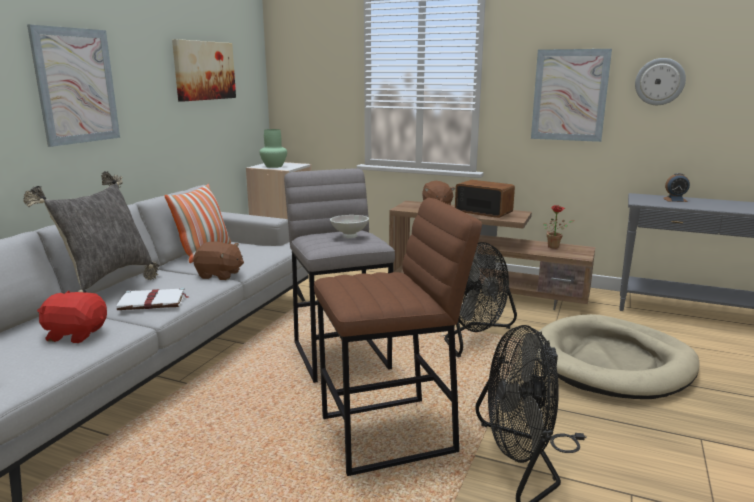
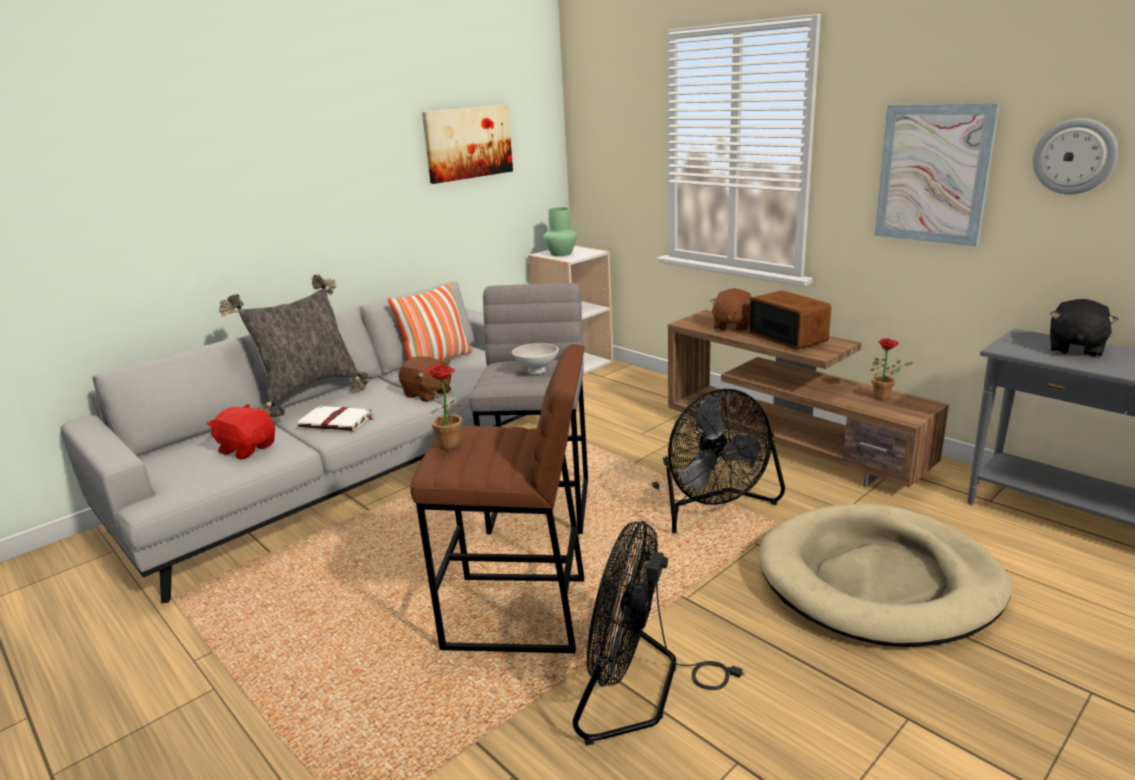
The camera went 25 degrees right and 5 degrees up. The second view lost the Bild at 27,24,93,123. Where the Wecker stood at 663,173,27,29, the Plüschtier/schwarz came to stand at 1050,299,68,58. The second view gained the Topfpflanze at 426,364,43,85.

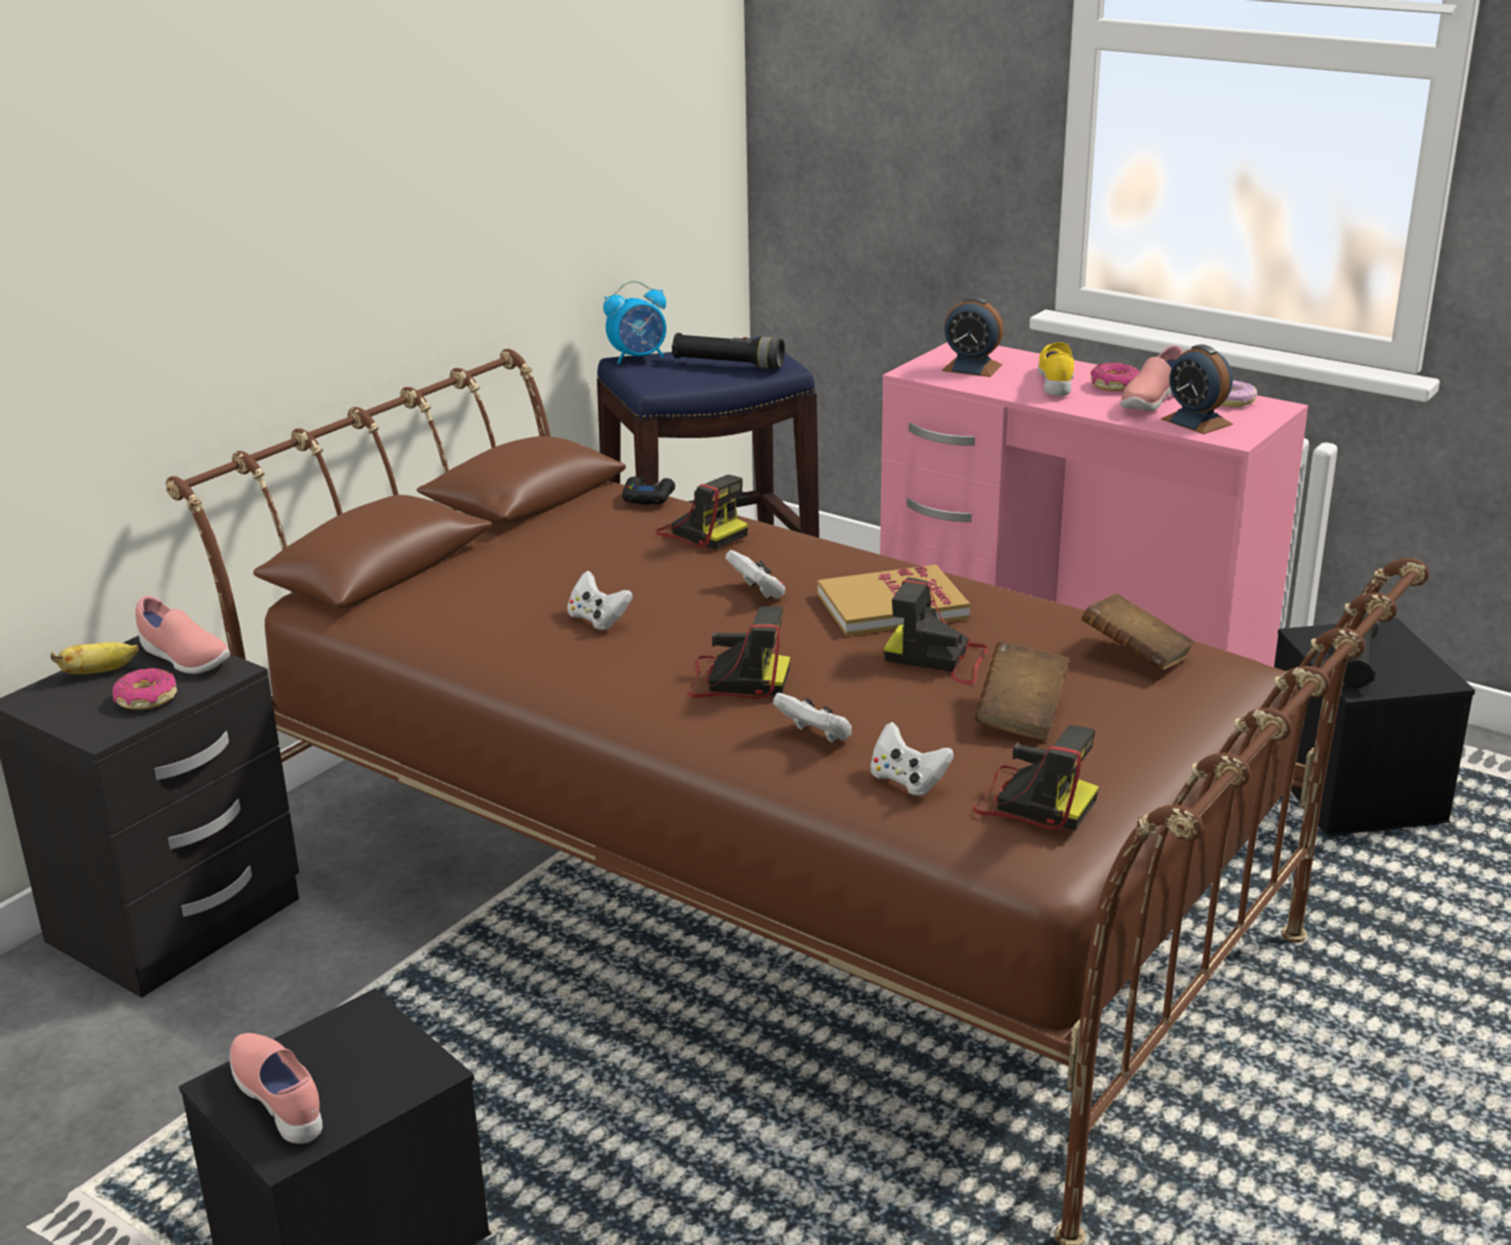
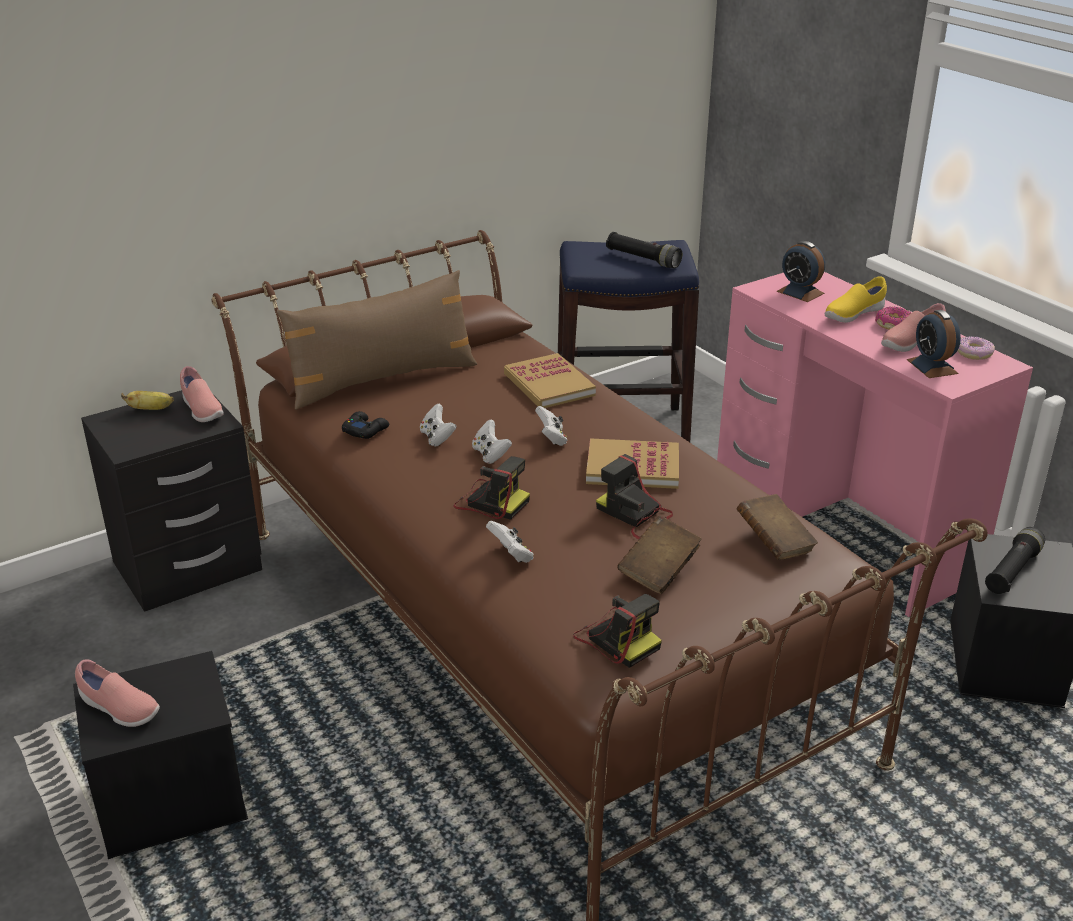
The camera went 20 degrees right and 5 degrees up. The second view lost the Wecker at 603,280,63,84. The Schuh/gelb at 1038,342,36,54 ended up facing another way, 150 degrees counterclockwise from before. Where the Kamera stood at 656,475,92,75, the Buch came to stand at 504,353,92,55. The Gamepad/schwarz ended up elsewhere, having gone from 622,477,53,28 to 342,411,47,28. The second view lost the Donut at 112,668,65,42. The Gamepad/weiß ended up elsewhere, having gone from 870,722,84,74 to 472,419,40,45. The Schuh/rosa at 230,1033,93,111 ended up facing another way, 135 degrees clockwise from before. The second view gained the Kissen/braun at 277,270,200,140.

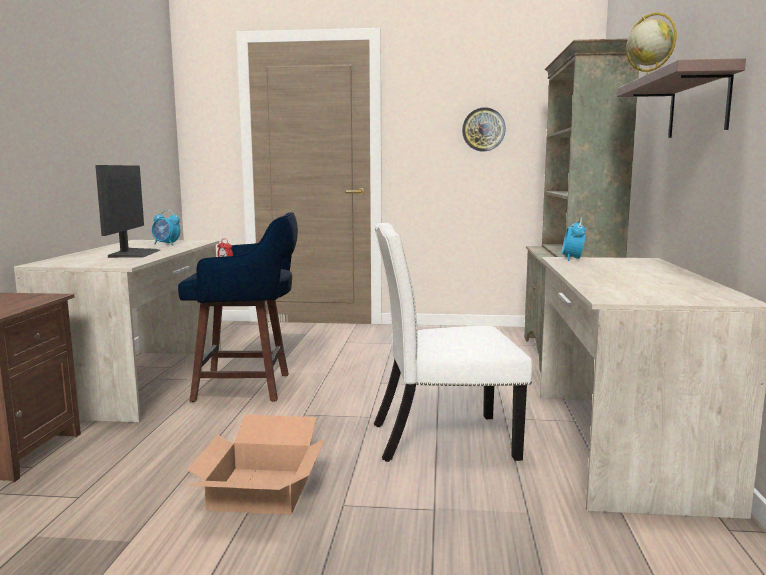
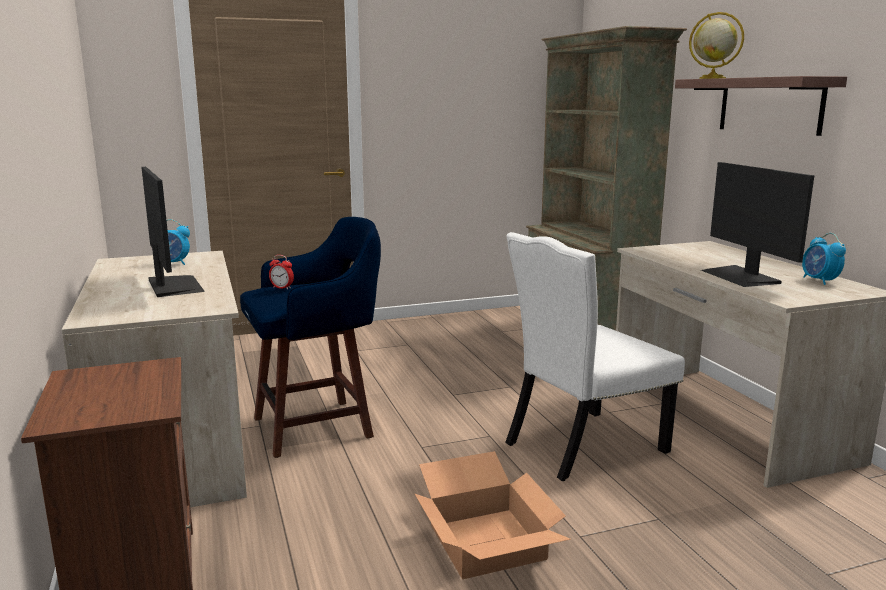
The camera went 25 degrees left and 5 degrees up. The second view lost the Wanduhr at 462,107,44,44. The Wecker ended up elsewhere, having gone from 562,217,24,44 to 802,233,44,52. The second view gained the Monitor at 701,162,113,125.

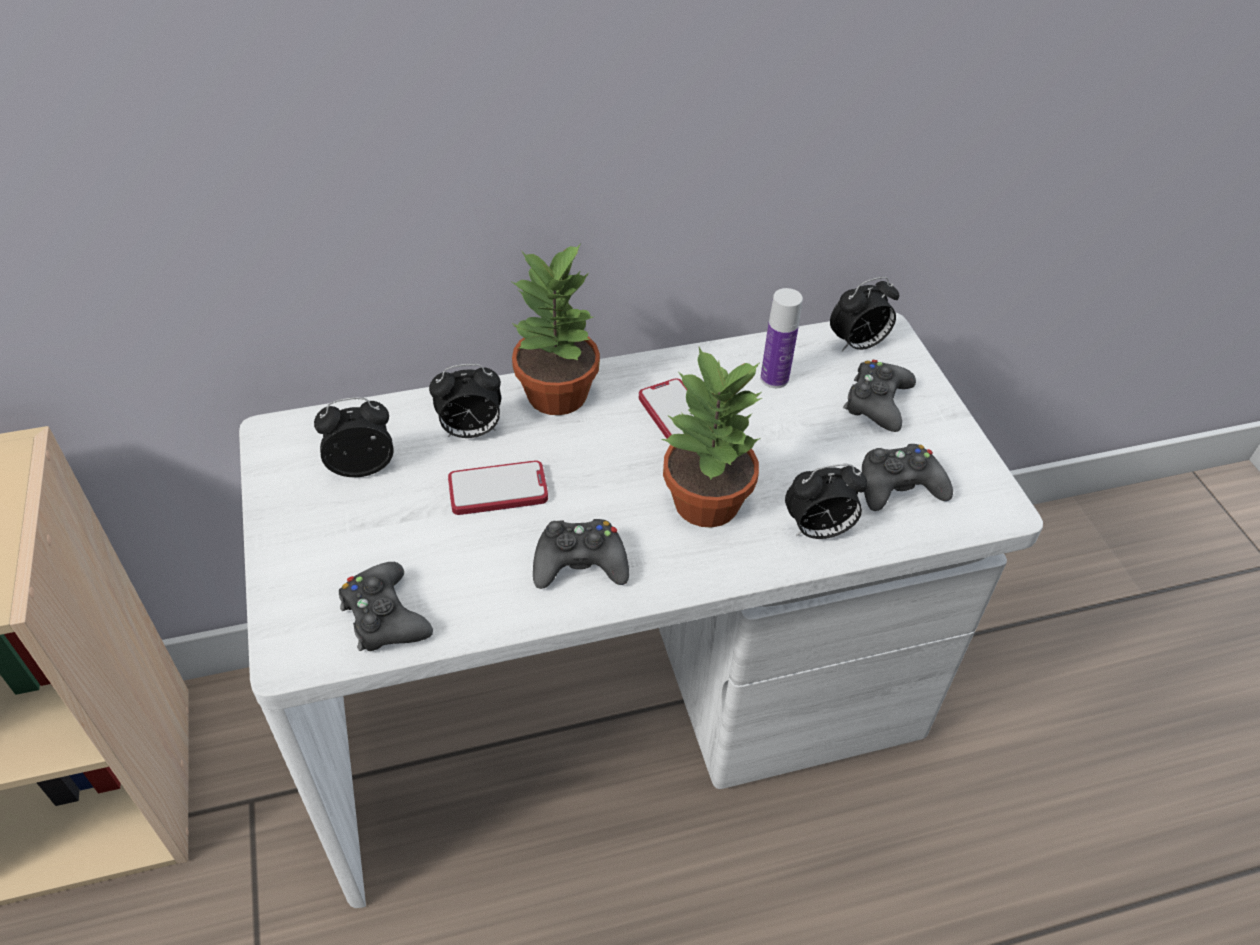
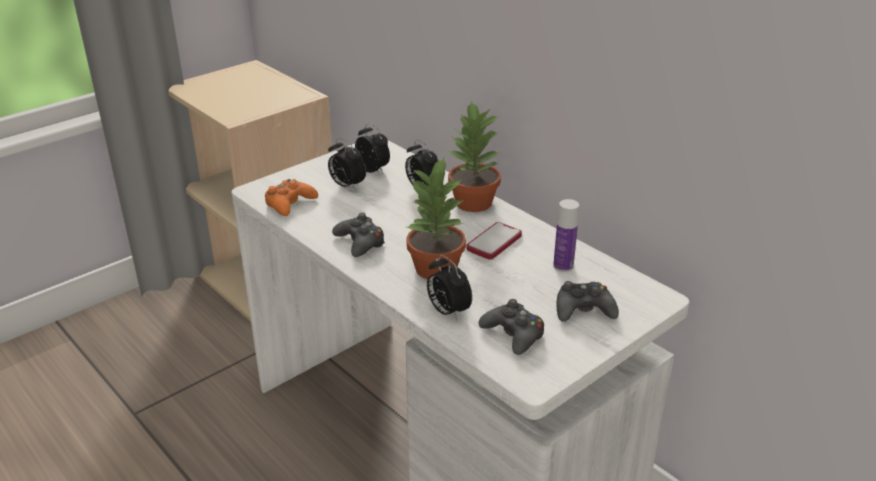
The camera went 65 degrees right and 15 degrees down. The Wecker ended up elsewhere, having gone from 830,277,69,75 to 328,138,38,53. The second view lost the Handy at 448,460,100,55. What was the Gamepad/schwarz at 339,562,94,89 turned into the Gamepad/orange at 265,179,53,37.

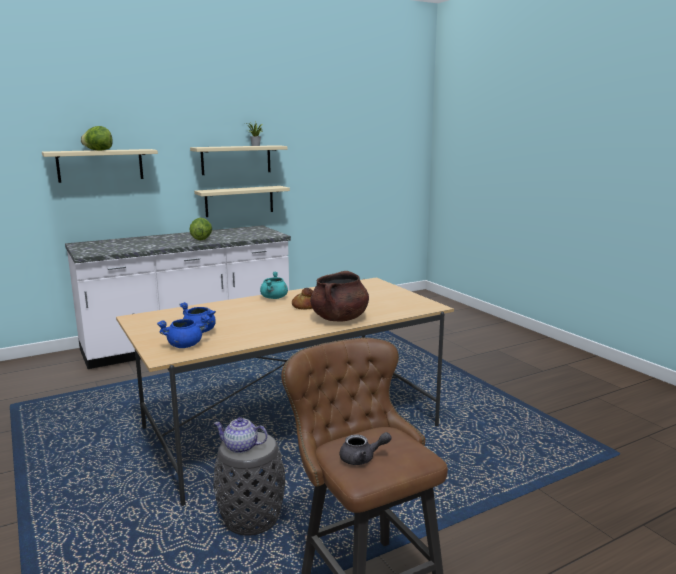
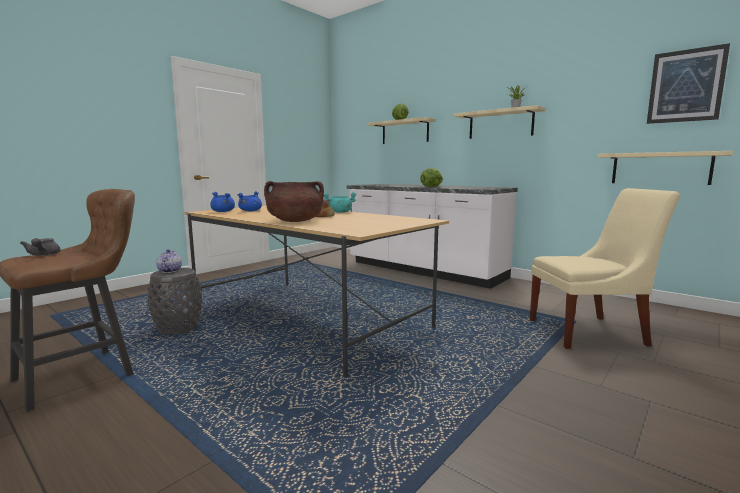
The camera went 70 degrees right and 5 degrees down. The Wandregal/beige ended up elsewhere, having gone from 194,186,96,31 to 597,151,136,34. The second view gained the Bild at 647,43,83,81. The second view gained the Stuhl/beige at 530,188,150,161.

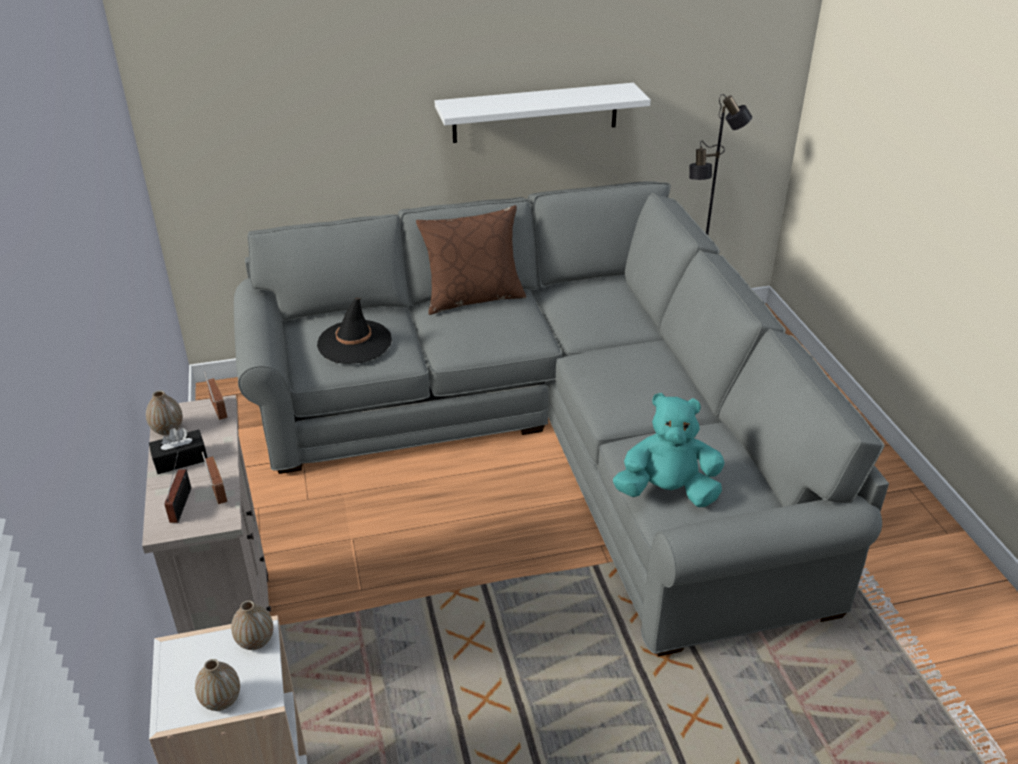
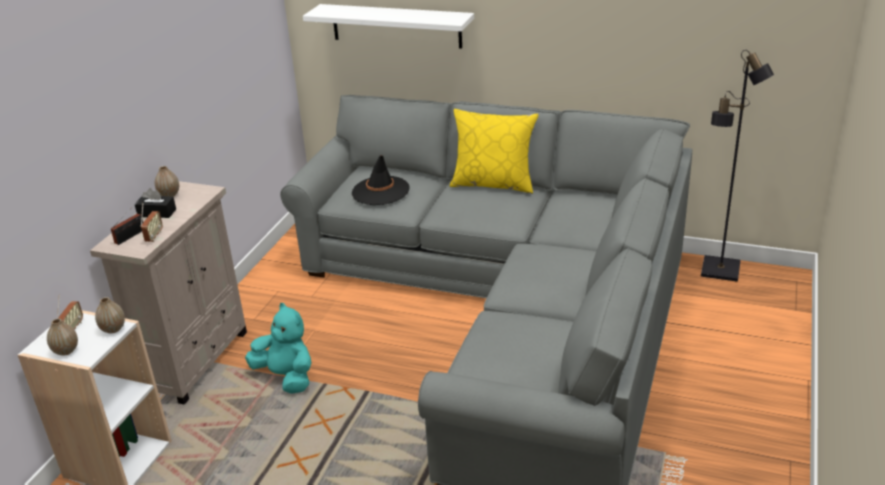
The camera went 35 degrees right and 5 degrees down. The Wandregal/weiß ended up elsewhere, having gone from 435,83,216,60 to 303,4,171,45. What was the Kissen/braun at 416,205,110,110 turned into the Kissen/gelb at 450,109,89,85. The Radio ended up elsewhere, having gone from 204,372,24,48 to 57,295,26,35. The Plüschtier/türkis ended up elsewhere, having gone from 613,393,111,114 to 245,303,67,91.

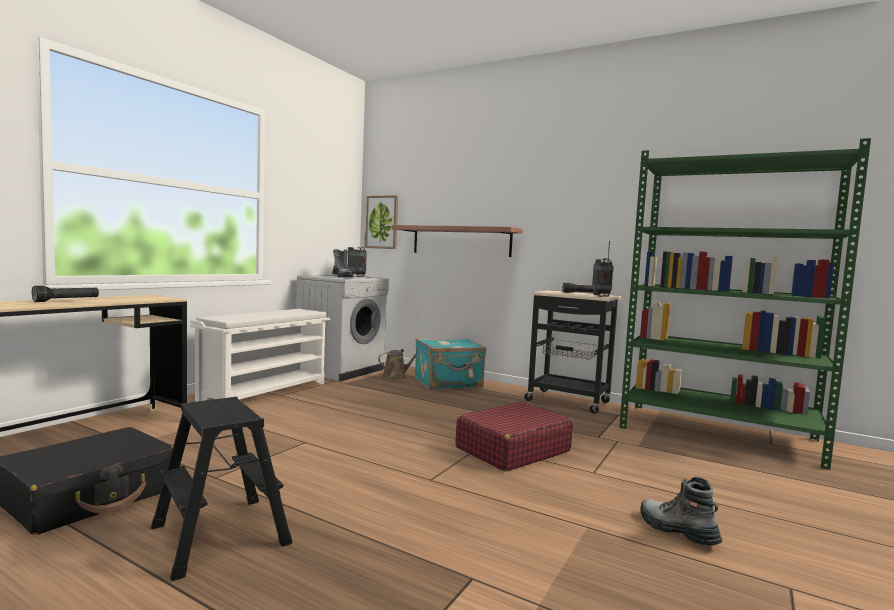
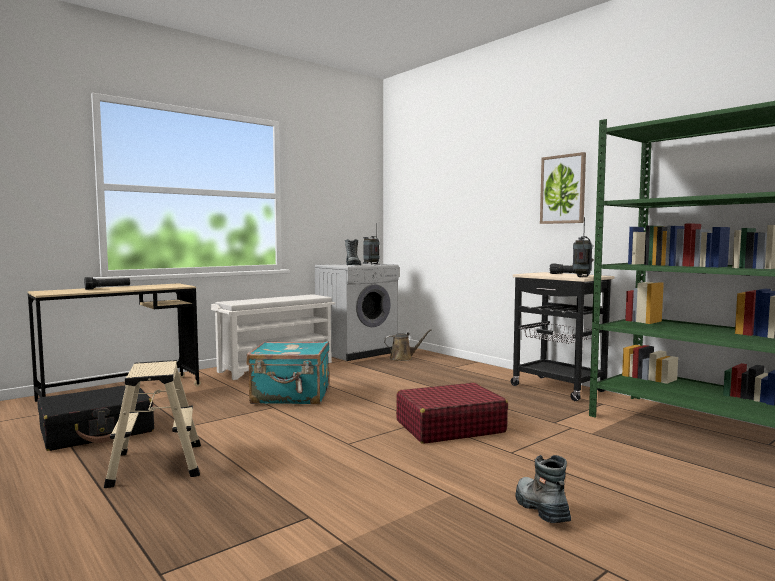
The camera went 20 degrees right and 0 degrees up. The Bild ended up elsewhere, having gone from 365,195,33,54 to 540,152,46,72. The second view lost the Wandregal at 392,225,131,32. The Koffer/türkis ended up elsewhere, having gone from 415,338,71,52 to 247,341,82,64. What was the Trittleiter/schwarz at 151,397,142,184 turned into the Trittleiter/beige at 104,360,97,128.

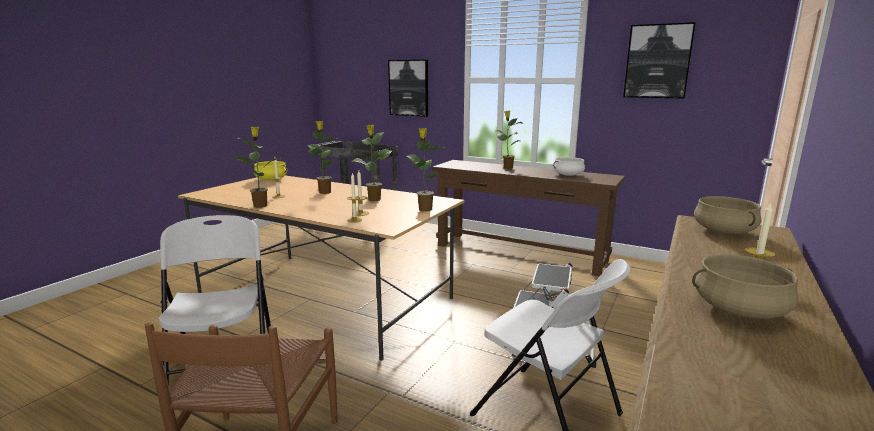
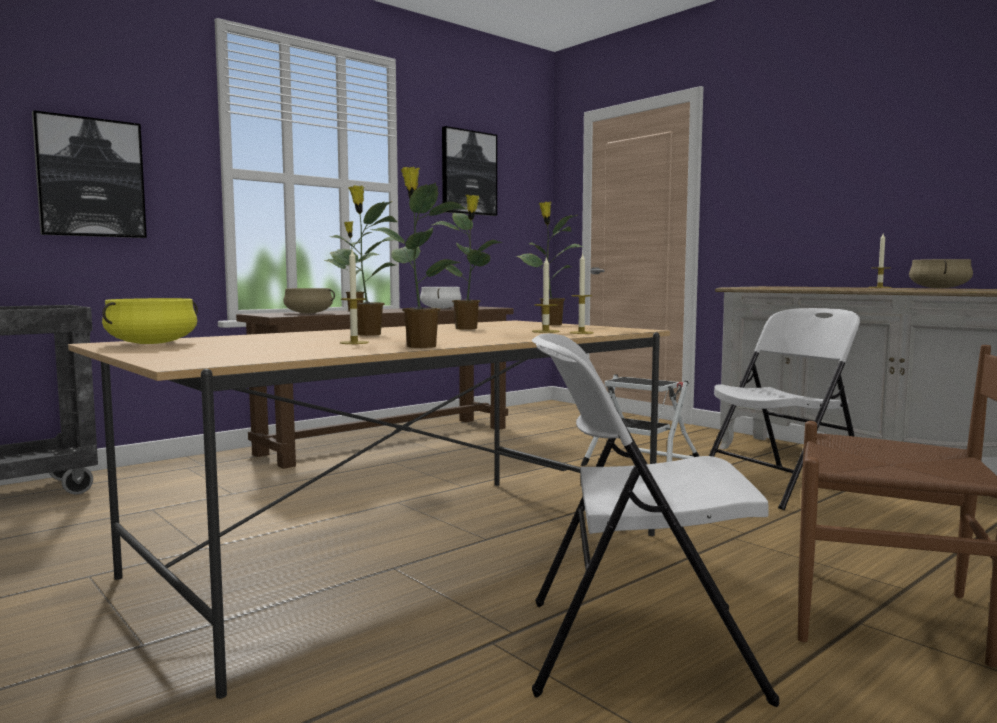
The camera went 70 degrees left and 10 degrees down. The Kochtopf/beige ended up elsewhere, having gone from 694,196,68,38 to 283,288,52,25.

